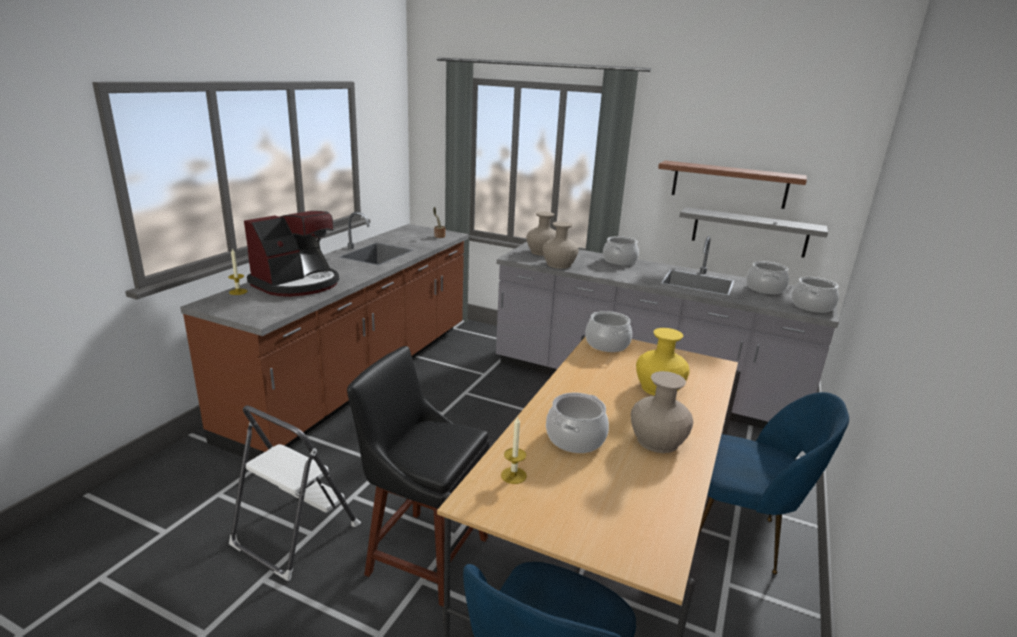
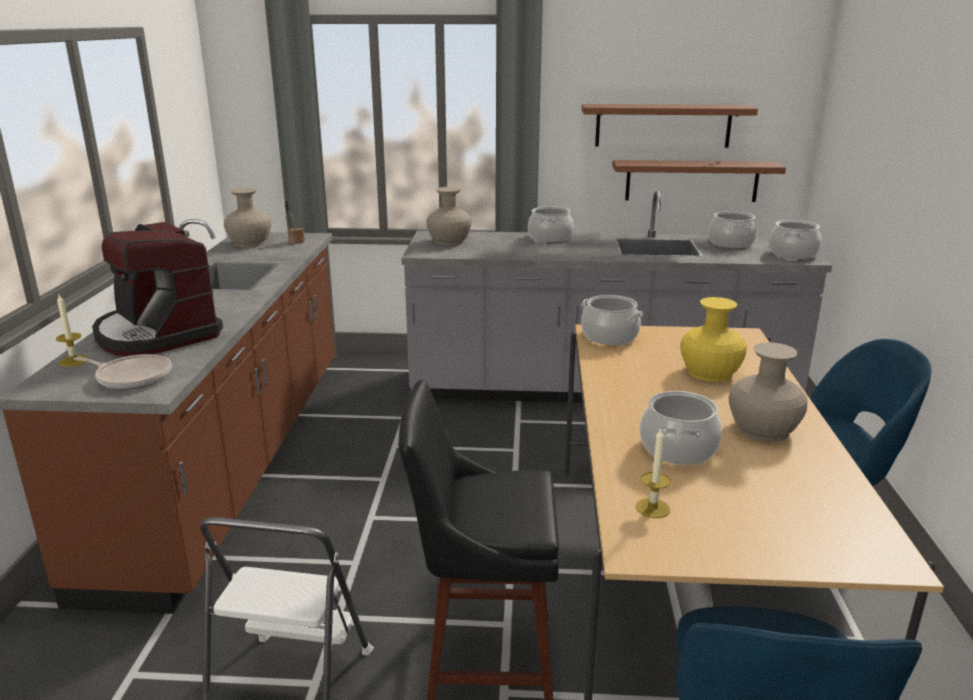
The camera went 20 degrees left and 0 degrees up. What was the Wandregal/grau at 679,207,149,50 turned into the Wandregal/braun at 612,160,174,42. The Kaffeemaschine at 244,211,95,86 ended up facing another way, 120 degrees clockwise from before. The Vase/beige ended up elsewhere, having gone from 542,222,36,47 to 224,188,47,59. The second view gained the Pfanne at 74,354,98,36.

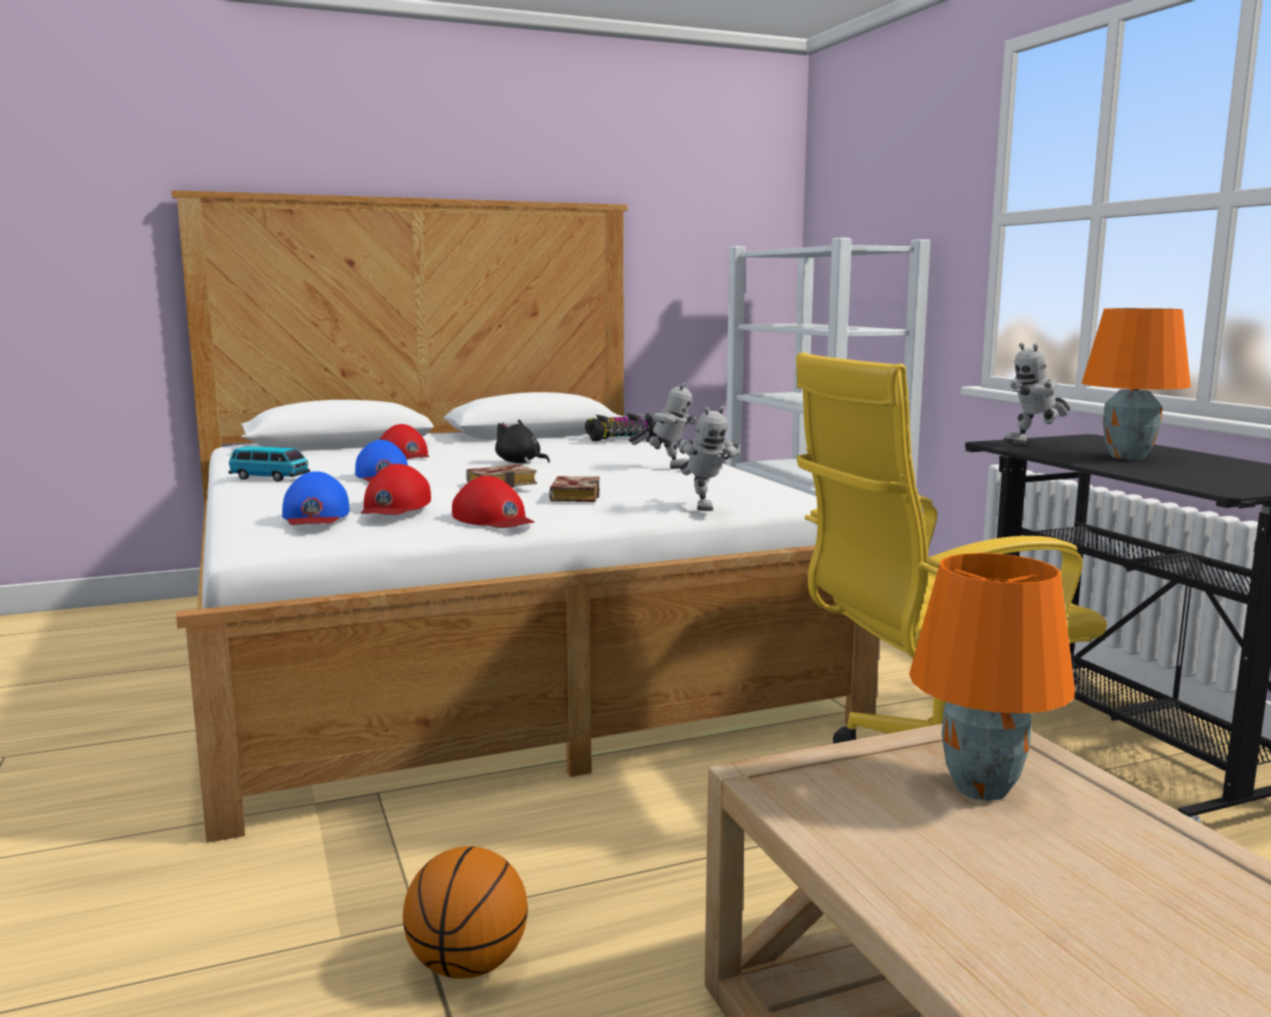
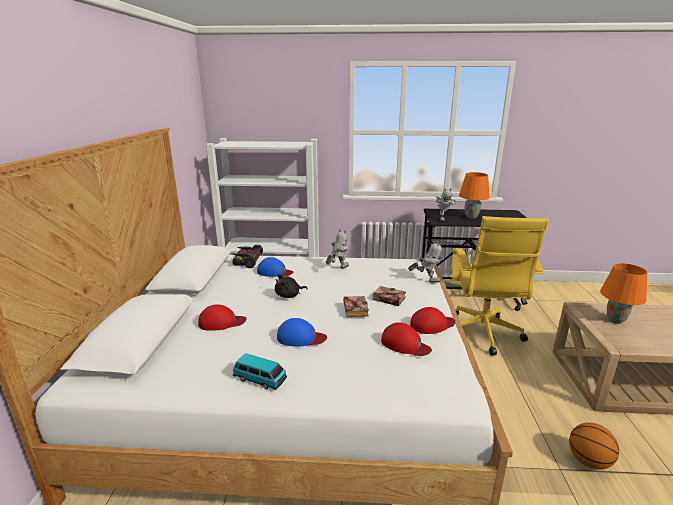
The camera went 65 degrees left and 10 degrees up. The Spielzeugauto at 228,446,82,36 ended up facing another way, 75 degrees clockwise from before. The Kappe/blau ended up elsewhere, having gone from 282,471,68,54 to 257,257,36,20.

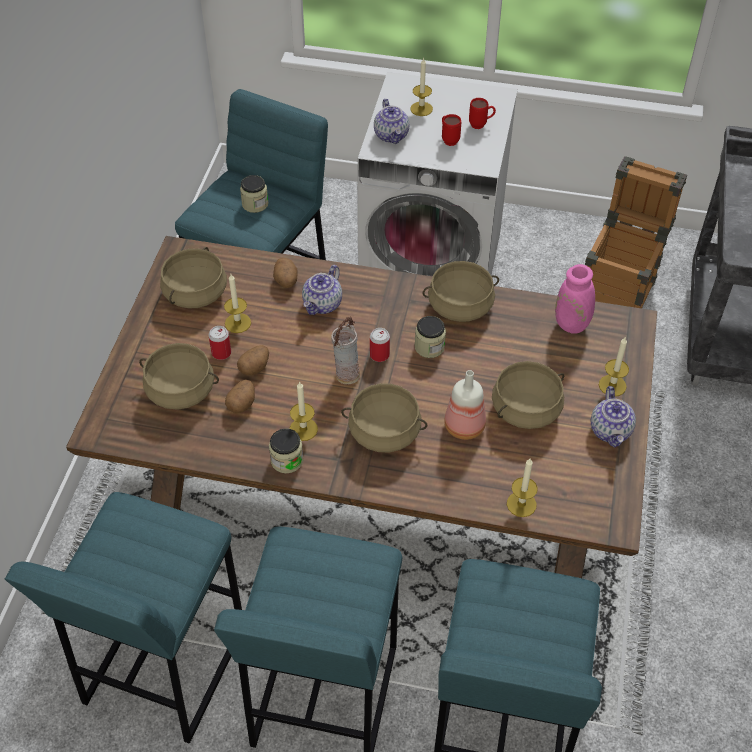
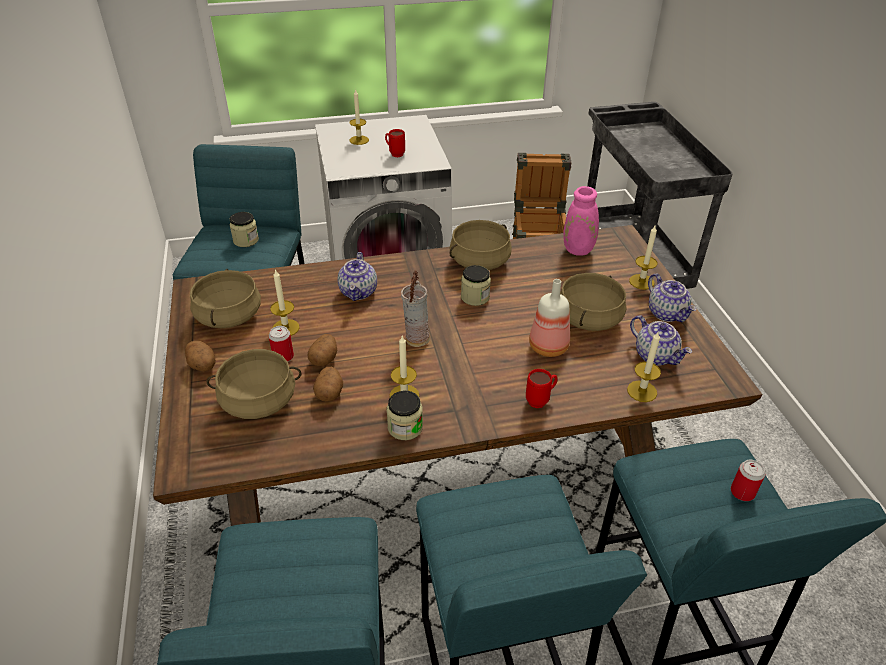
The camera went 25 degrees left and 10 degrees down. The Henkelbecher/rot ended up elsewhere, having gone from 469,98,27,31 to 526,369,32,39. The Teekanne ended up elsewhere, having gone from 374,99,35,45 to 630,315,62,51. The Kartoffel ended up elsewhere, having gone from 273,258,24,30 to 185,341,31,31. The Dose ended up elsewhere, having gone from 370,328,20,34 to 731,460,34,41. The second view lost the Kochtopf/beige at 341,383,86,70.

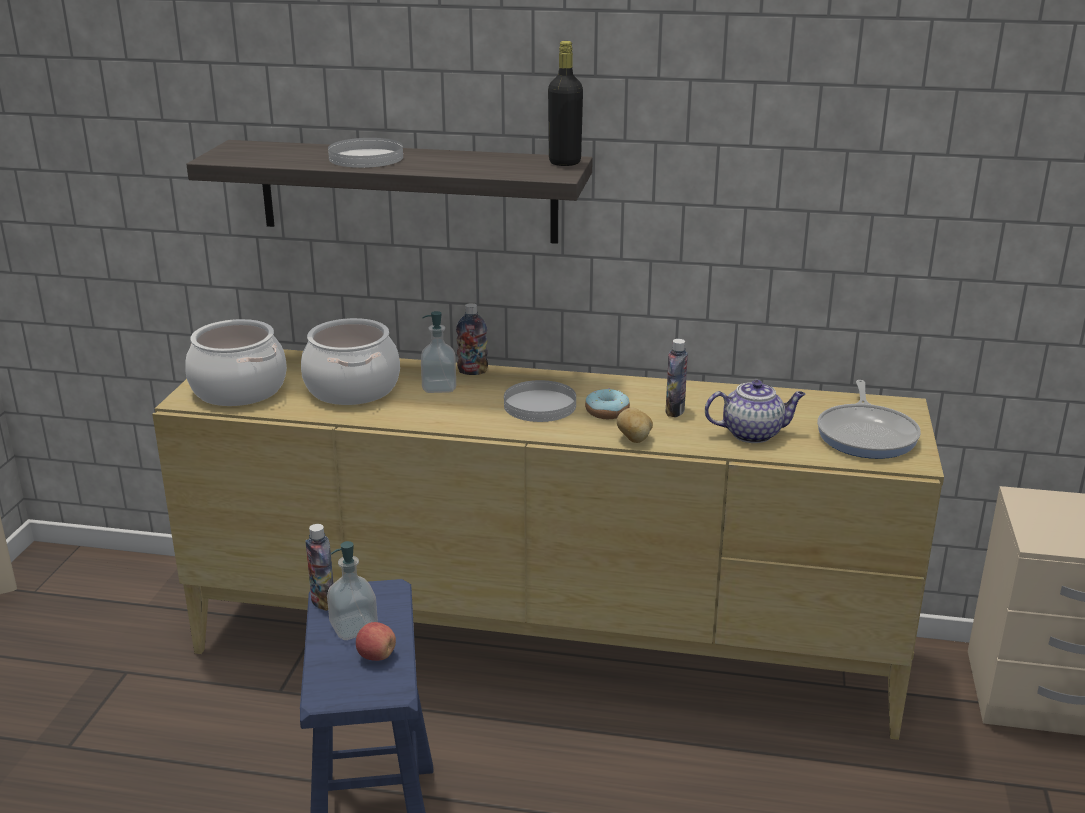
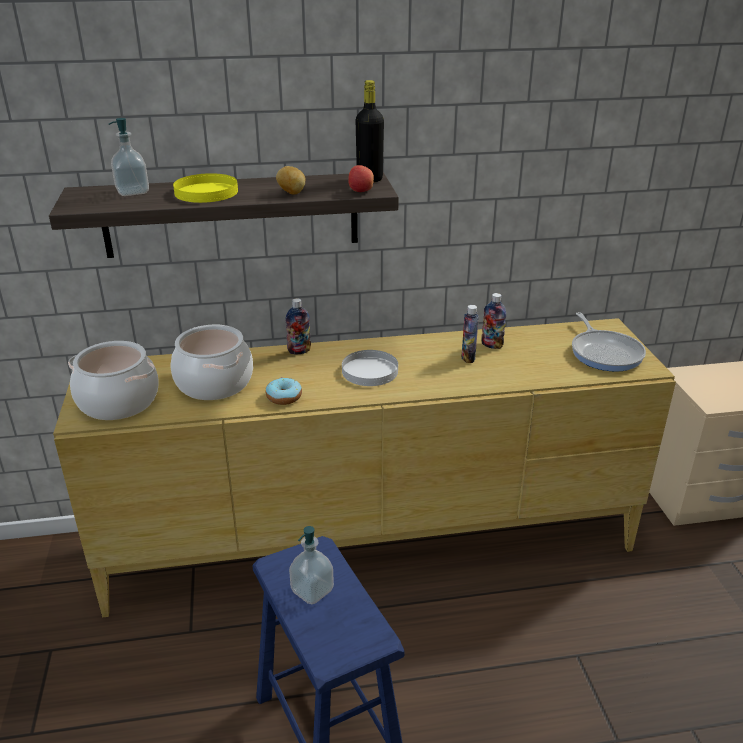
The camera went 20 degrees left and 5 degrees up. What was the Teller/weiß at 328,138,75,30 turned into the Teller/gelb at 173,173,65,30. The Seifenspender ended up elsewhere, having gone from 421,311,35,82 to 109,118,40,78. The second view lost the Teekanne at 705,380,101,63. The Donut ended up elsewhere, having gone from 585,388,45,31 to 266,377,36,28. The Kartoffel ended up elsewhere, having gone from 617,408,36,35 to 276,166,30,28. The Flasche ended up elsewhere, having gone from 305,524,29,87 to 481,293,25,56. The Apfel ended up elsewhere, having gone from 356,622,40,39 to 348,165,26,27.

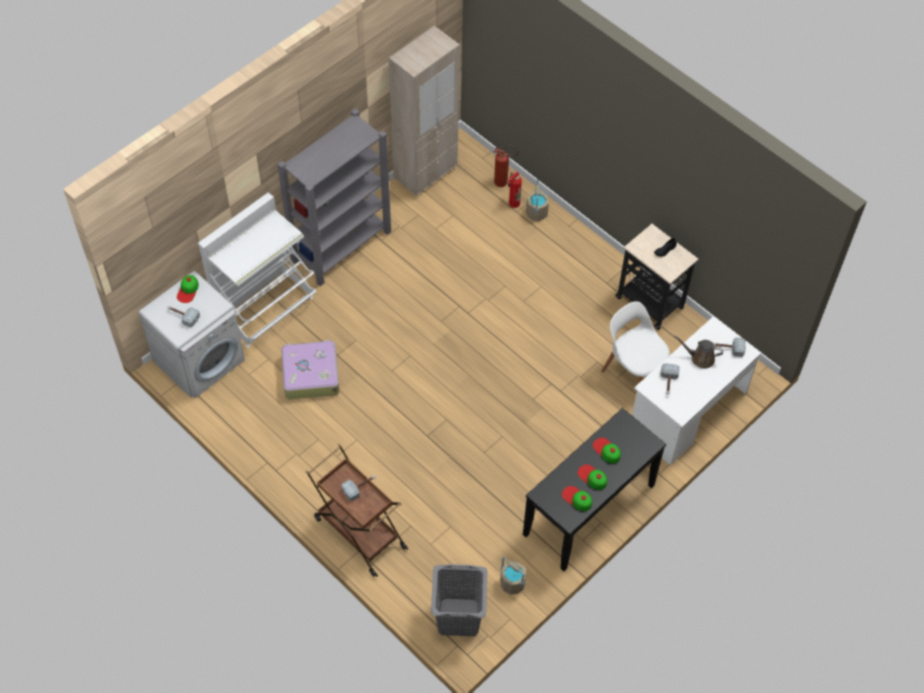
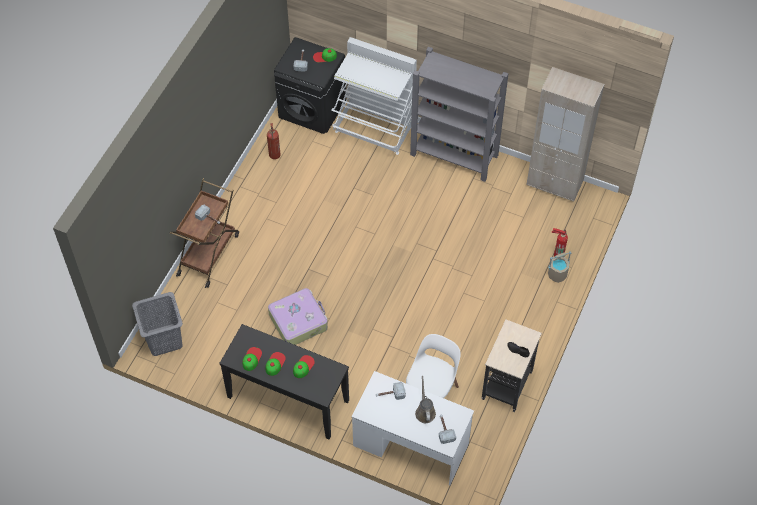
The camera went 70 degrees right and 0 degrees up. The Feuerlöscher ended up elsewhere, having gone from 493,146,26,41 to 267,123,13,36. What was the Waschmaschine/weiß at 138,271,107,127 turned into the Waschmaschine/schwarz at 274,37,72,97. The Koffer ended up elsewhere, having gone from 281,340,59,60 to 268,288,60,57. The second view lost the Eimer/beige at 500,557,26,38.

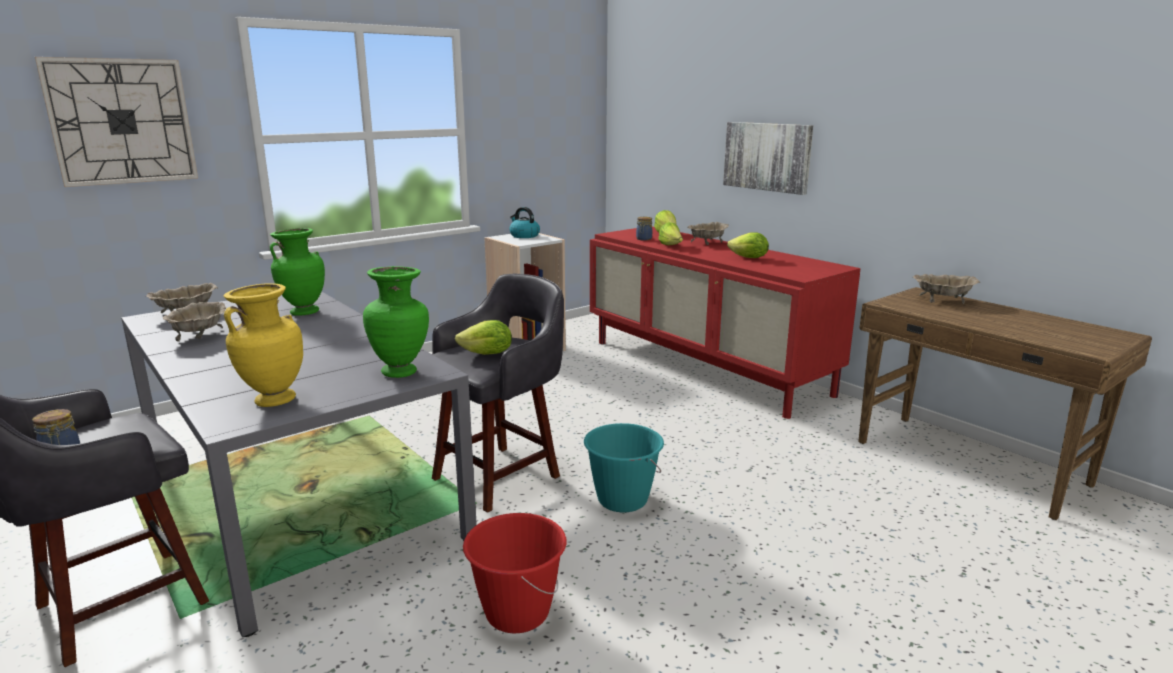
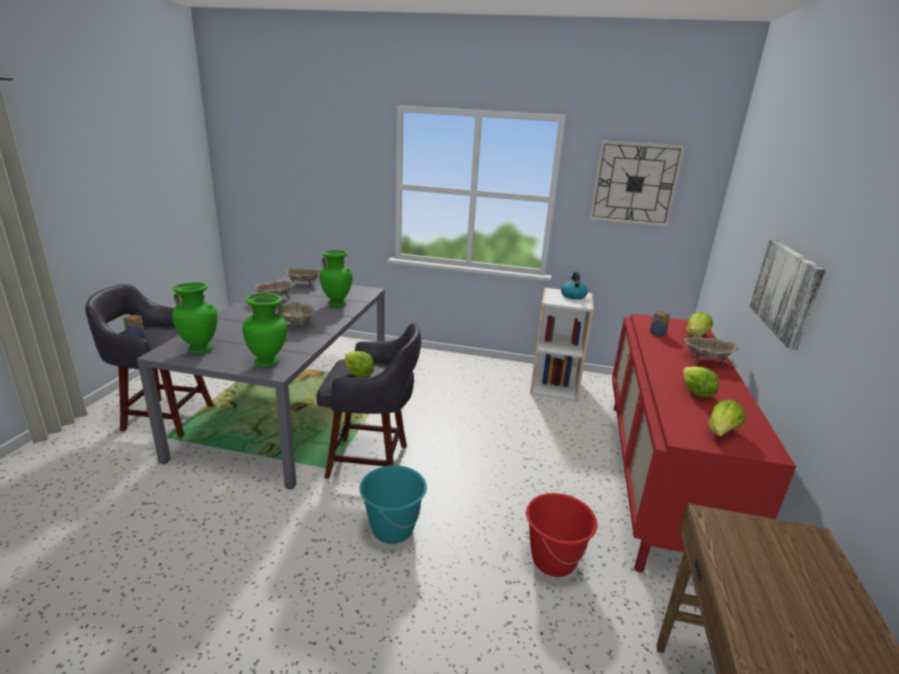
The camera went 50 degrees right and 5 degrees up. The Wanduhr ended up elsewhere, having gone from 35,57,163,130 to 589,141,96,86. The Salatkopf ended up elsewhere, having gone from 658,222,25,23 to 709,400,36,36. The Schüssel/beige ended up elsewhere, having gone from 913,274,67,30 to 277,301,38,29. What was the Vase/gelb at 224,283,79,124 turned into the Vase/grün at 172,282,46,72. The Eimer/rot ended up elsewhere, having gone from 463,513,104,120 to 526,493,72,84.

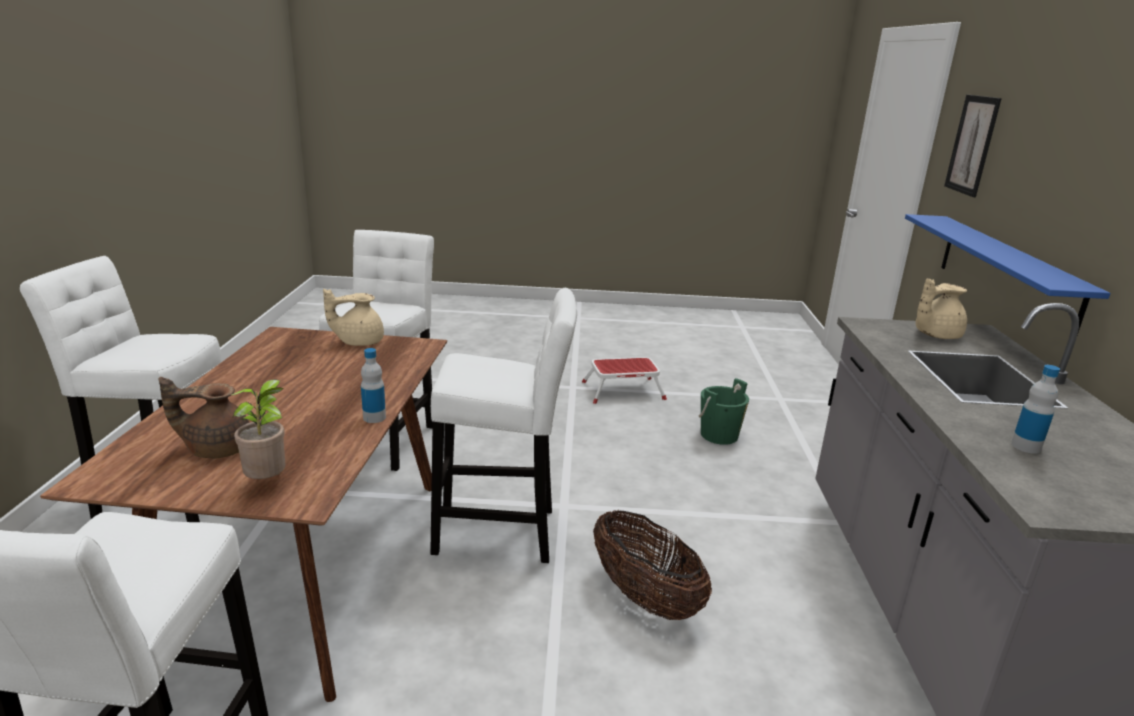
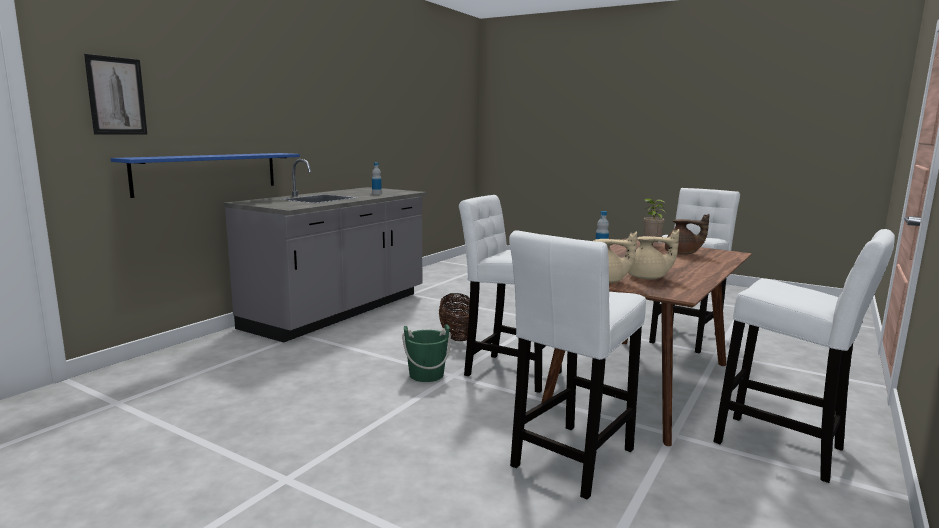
The camera went 150 degrees left and 10 degrees down. The Teekanne/beige ended up elsewhere, having gone from 916,279,51,60 to 628,229,51,50. The second view lost the Trittleiter/rot at 582,357,85,47. The Eimer/grün ended up elsewhere, having gone from 699,378,50,67 to 402,324,49,58.

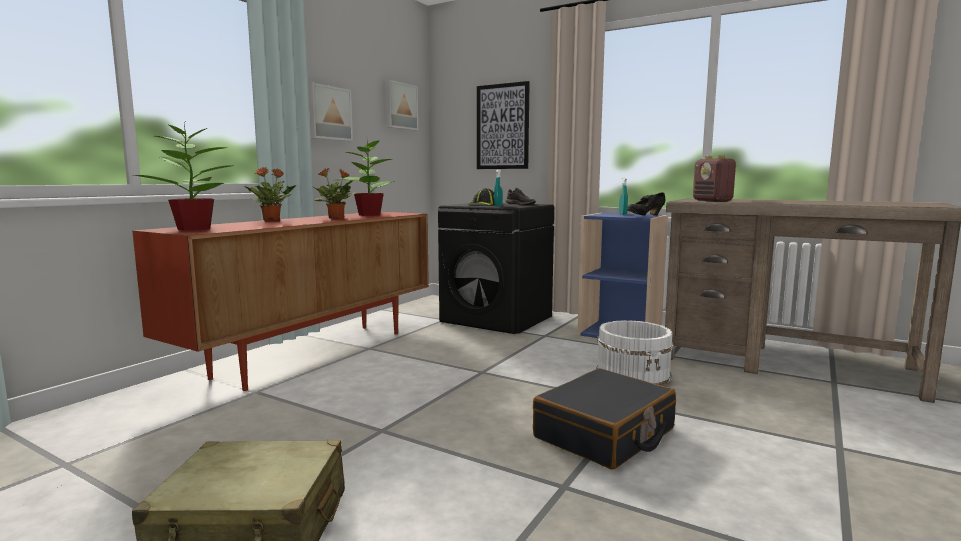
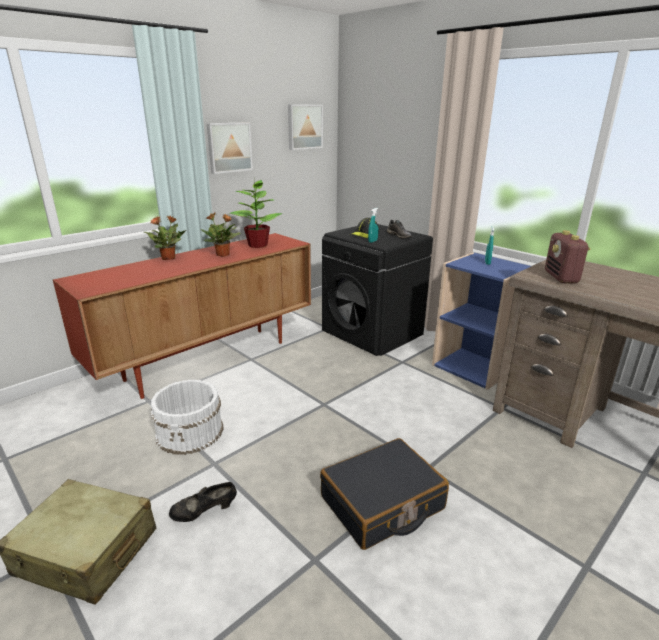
The camera went 15 degrees right and 15 degrees up. The second view lost the Bild at 477,81,53,88. The second view lost the Topfpflanze at 134,123,98,108. The Schuh/schwarz ended up elsewhere, having gone from 627,192,38,24 to 169,482,68,40. The Eimer/weiß ended up elsewhere, having gone from 596,320,78,66 to 151,380,73,75.

